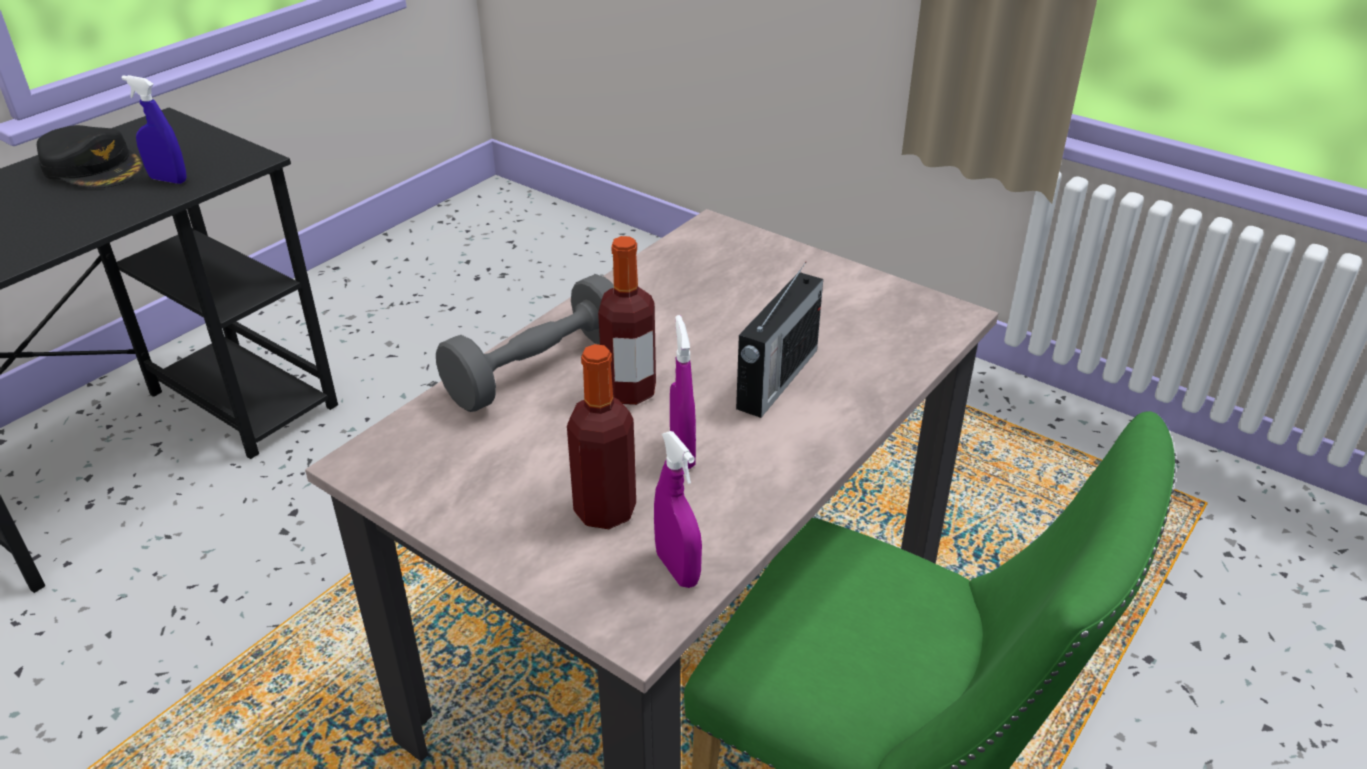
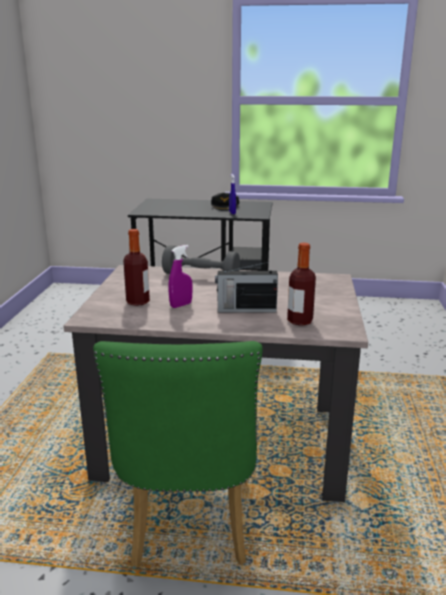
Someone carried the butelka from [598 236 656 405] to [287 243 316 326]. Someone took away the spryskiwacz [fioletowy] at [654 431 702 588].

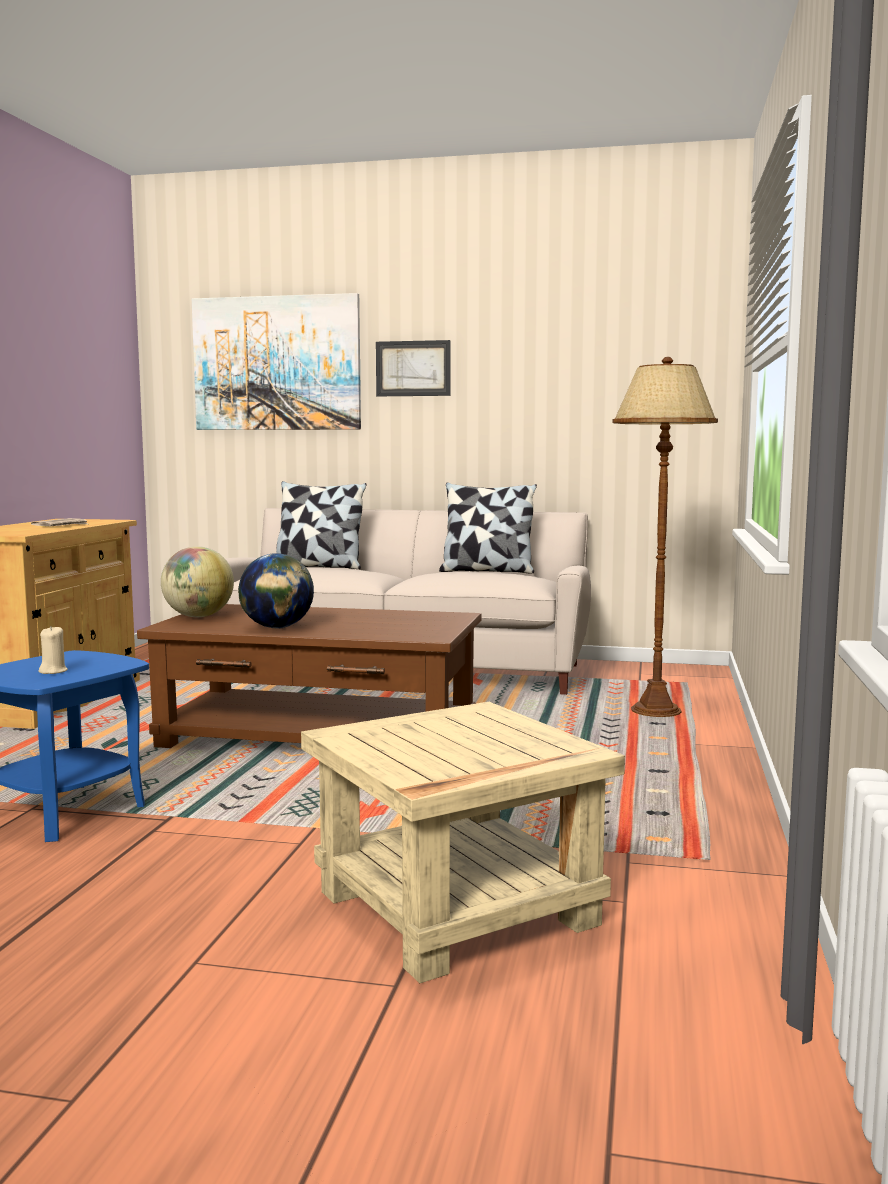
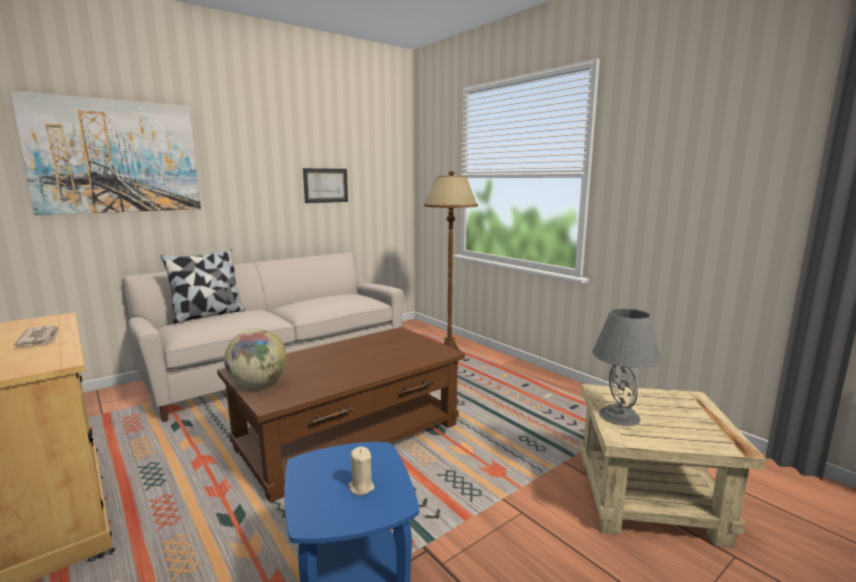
Someone carried the obraz from [376 340 451 396] to [303 168 348 203]. Someone took away the poduszka at [439 482 537 574]. Someone took away the globus at [238 553 314 629]. Someone put down the lampa stołowa [szary] at [592 308 661 426].

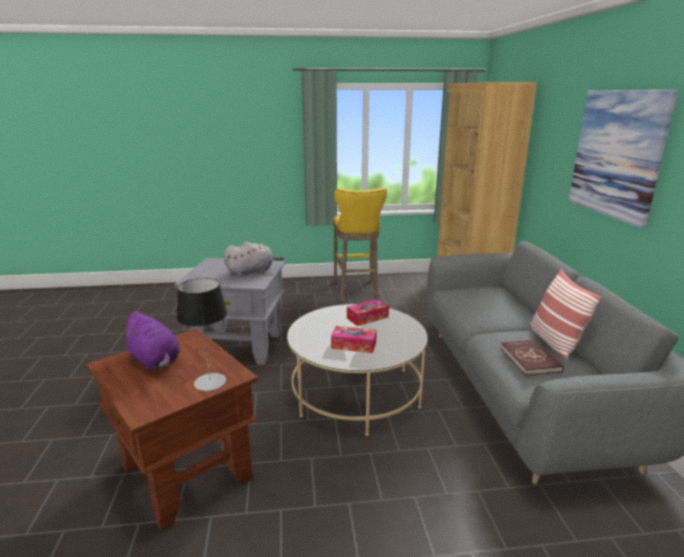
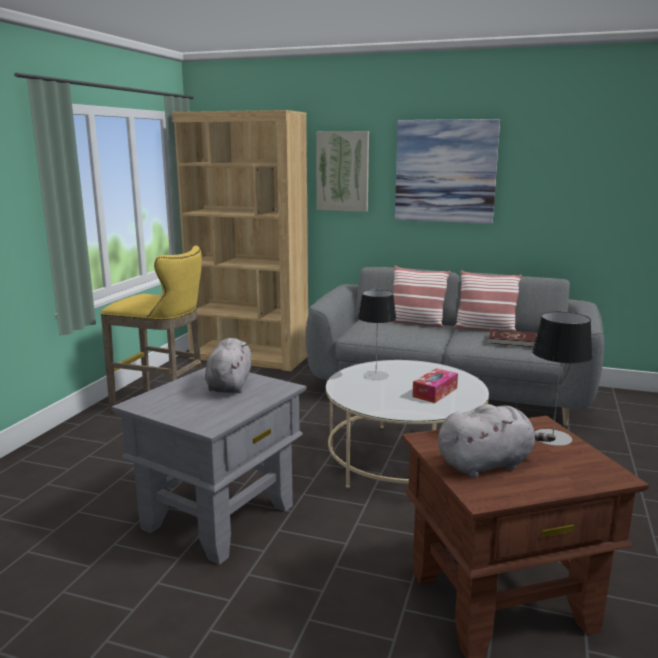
Someone swapped the pudełko chusteczek at [347 299 389 326] for the lampa stołowa at [358 290 396 380]. Someone repainted the pluszak [fioletowy] at [121 311 180 370], which became the pluszak [szary] at [438 404 556 478]. Someone put up the obraz at [316 131 369 212]. Someone put down the poduszka at [392 266 451 328].

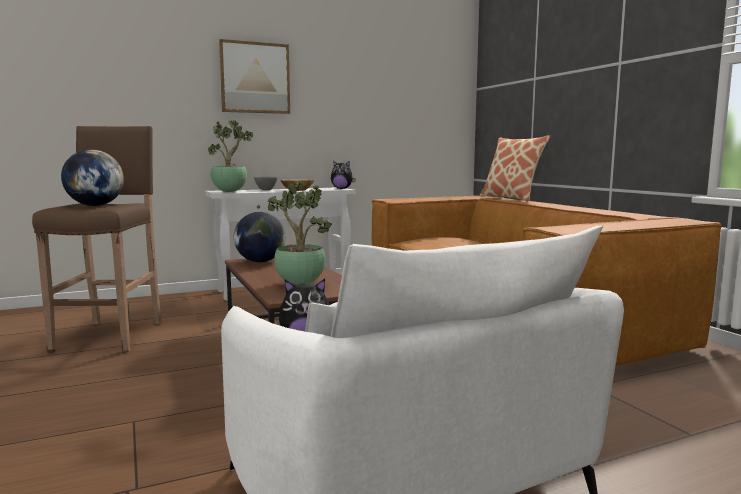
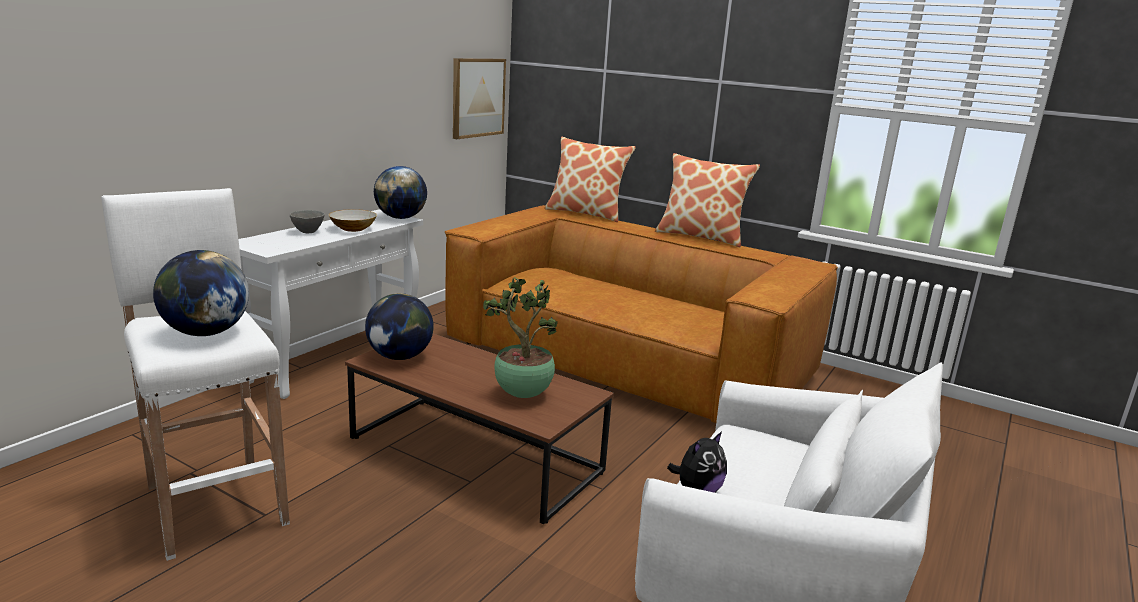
Someone carried the obraz from [219 39 290 114] to [453 58 506 139]. Someone took away the roślina doniczkowa at [208 120 253 192]. Someone repainted the stołek [brązowy] at [32 126 162 353], which became the stołek [biały] at [101 188 290 561]. Someone swapped the pluszak at [331 160 356 189] for the globus at [374 166 427 219]. Someone put down the poduszka at [655 153 760 247].

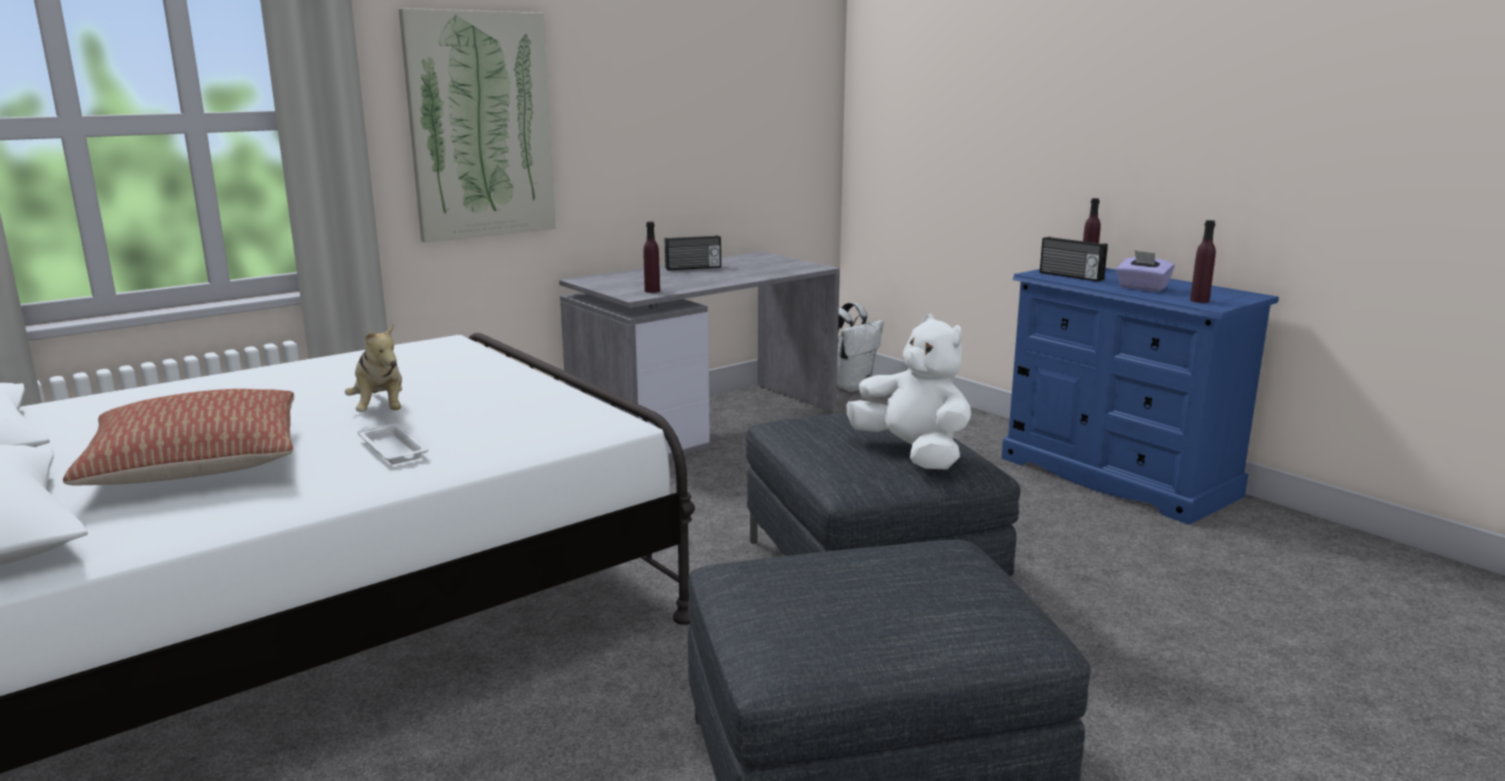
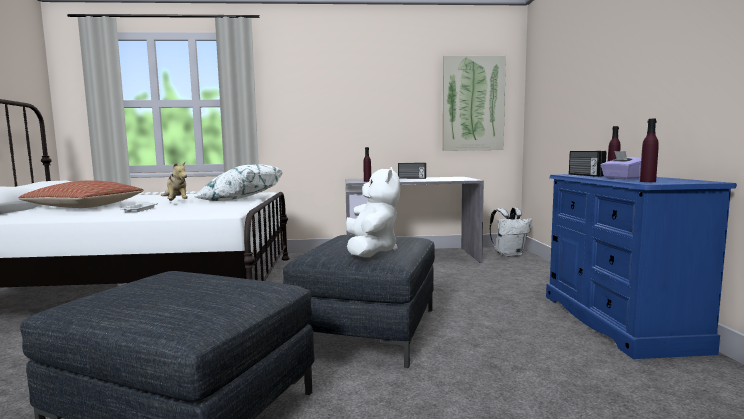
Someone carried the obraz from [398 8 556 243] to [443 55 506 151]. Someone rotated the pluszak at [345 323 402 412] by 45 degrees counterclockwise. Someone put down the poduszka [biały] at [194 164 283 201].

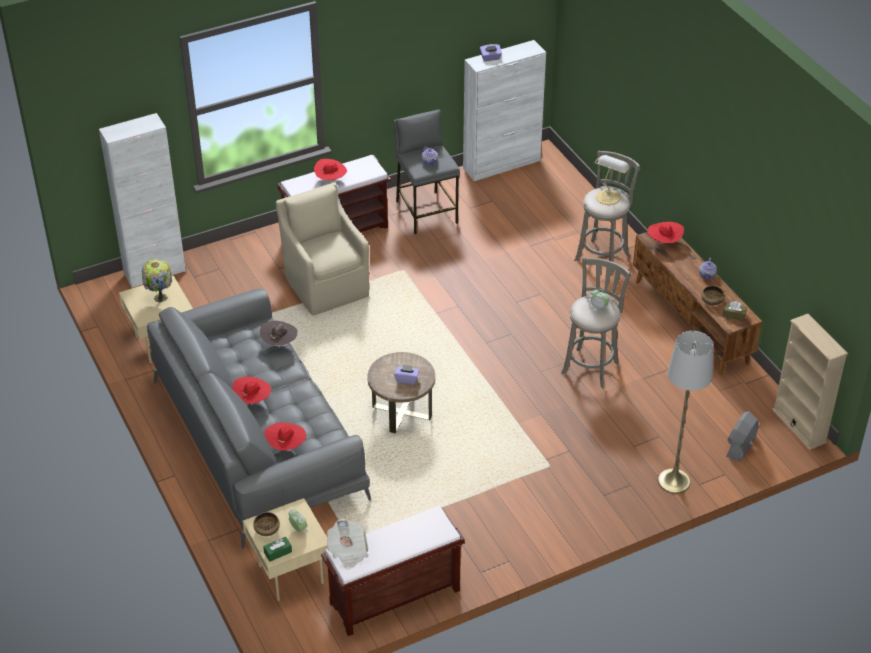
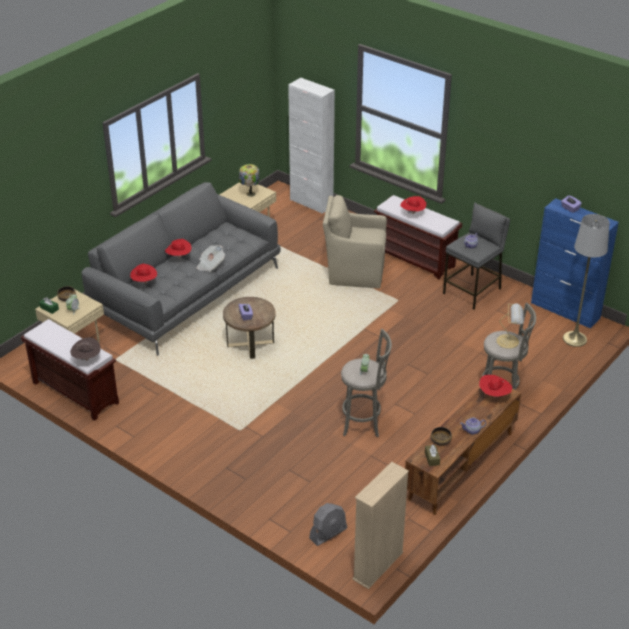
Someone repainted the szafka [biały] at [463 40 546 181], which became the szafka [niebieski] at [531 198 619 329]. Someone rotated the fotel [beżowy] at [276 183 369 316] by 120 degrees counterclockwise. Someone carried the kapelusz [brązowy] from [260 321 298 347] to [70 337 101 361]. Someone carried the lampa stojąca [szary] from [658 331 713 494] to [563 214 610 347]. Someone rotated the wentylator [szary] at [726 412 758 462] by 135 degrees clockwise. Someone carried the gazeta from [327 519 369 570] to [197 245 225 272].

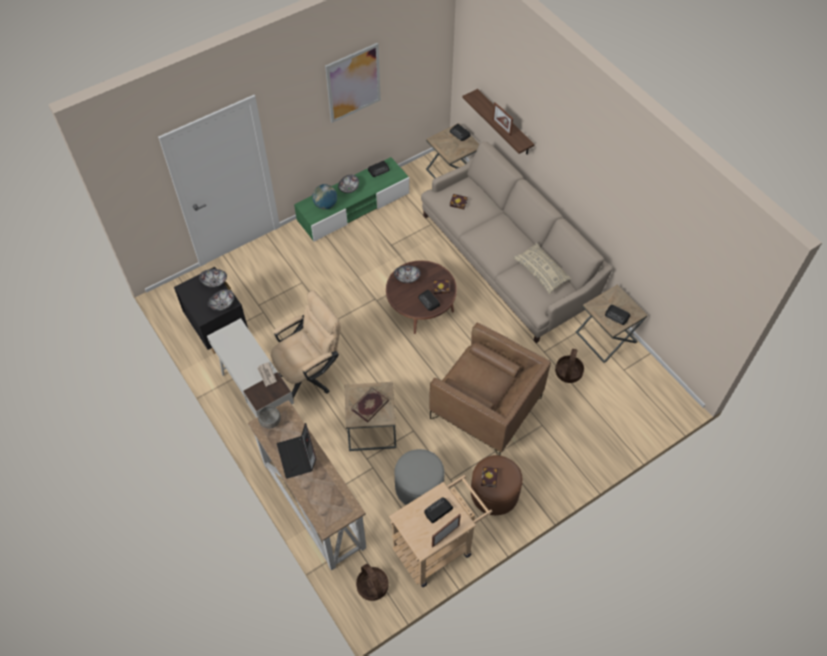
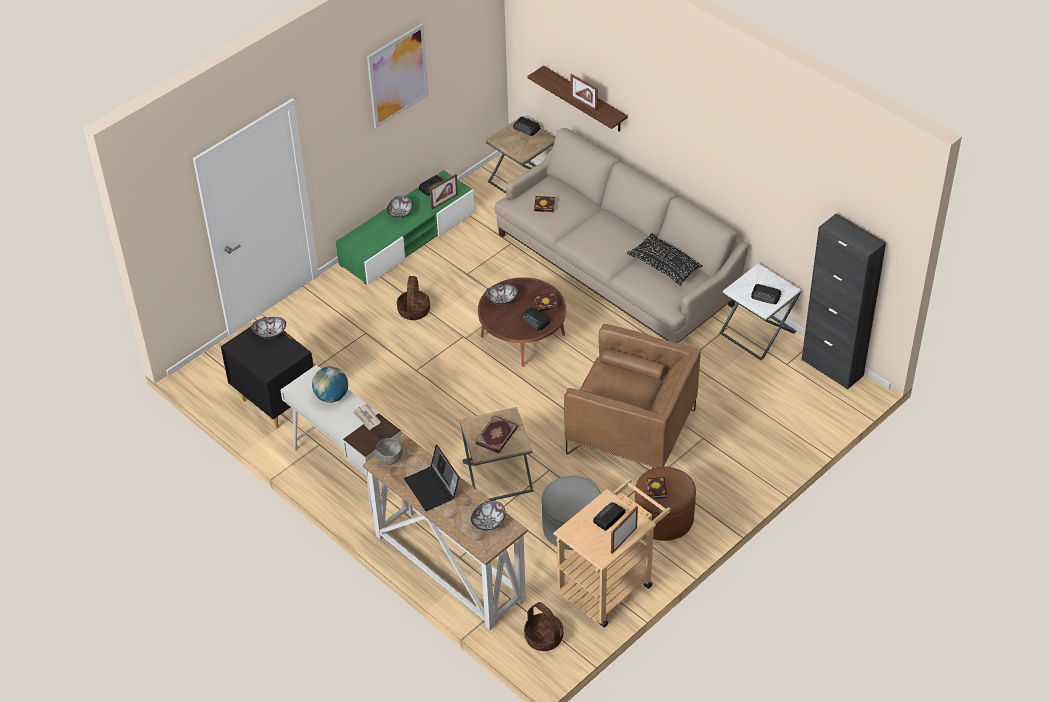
Someone carried the globus from [312 184 337 210] to [312 366 348 403]. Someone repainted the poduszka [beżowy] at [513 243 571 294], which became the poduszka [czarny] at [627 233 703 286]. Someone repainted the stolik [brązowy] at [576 284 648 363], which became the stolik [biały] at [719 263 801 360]. Someone carried the miska from [208 289 234 311] to [471 500 506 531]. Someone took away the krzesło biurowe [beżowy] at [271 290 341 401]. Someone carried the koszyk from [555 349 584 383] to [397 276 430 320]. Someone put down the ramka na zdjęcie at [430 174 458 210]. Someone put down the szafka [czarny] at [802 213 886 390].

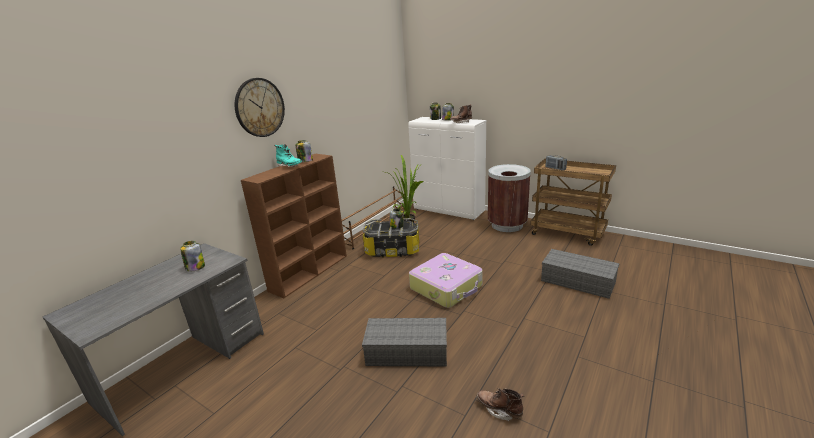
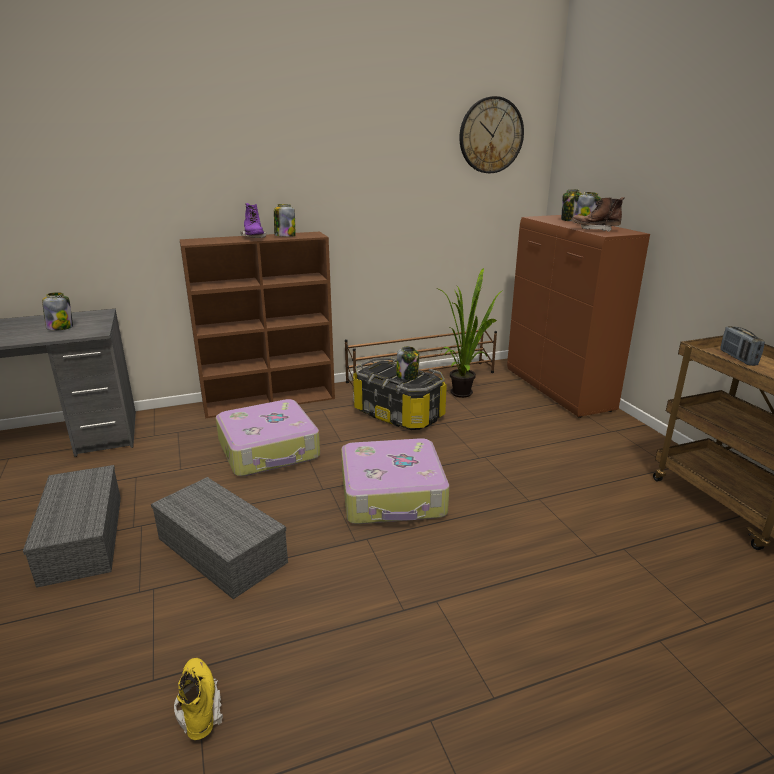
Someone carried the zegar ścienny from [235 78 285 137] to [459 96 524 173]. Someone repainted the szafka [biały] at [408 117 486 220], which became the szafka [brązowy] at [507 215 650 418]. Someone repainted the but z cholewką [turkusowy] at [274 144 302 167], which became the but z cholewką [fioletowy] at [241 203 266 238]. Someone took away the kosz na śmieci [brązowy] at [488 164 531 232]. Someone carried the pojemnik do przechowywania [szary] from [541 249 620 299] to [23 465 121 588]. Someone repainted the but z cholewką [brązowy] at [476 388 524 421], which became the but z cholewką [żółty] at [174 658 223 740]. Someone put down the walizka at [216 399 320 476].

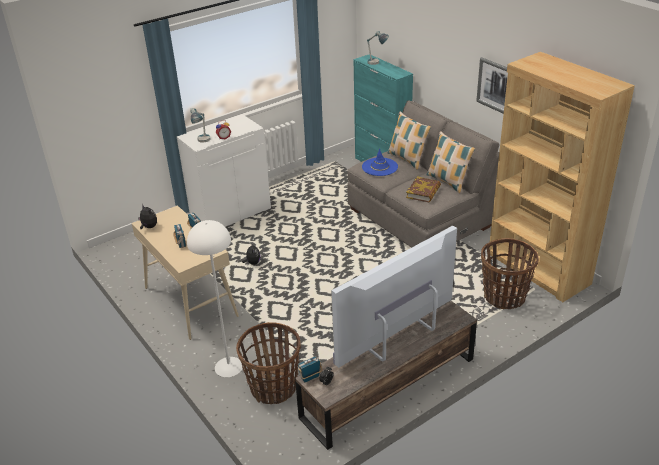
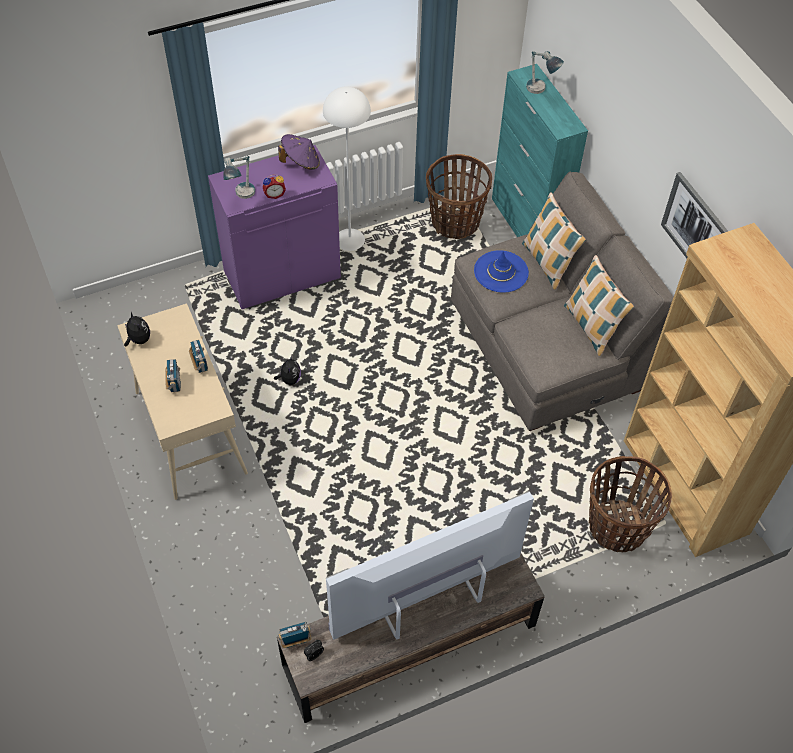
Someone repainted the szafka [biały] at [177 114 271 227], which became the szafka [fioletowy] at [208 145 341 309]. Someone took away the książka at [406 176 441 202]. Someone carried the lampa stojąca [biały] from [187 220 243 377] to [323 86 371 251]. Someone carried the koszyk from [236 322 301 404] to [426 154 492 239]. Someone put down the kapelusz [fioletowy] at [278 134 320 170].

